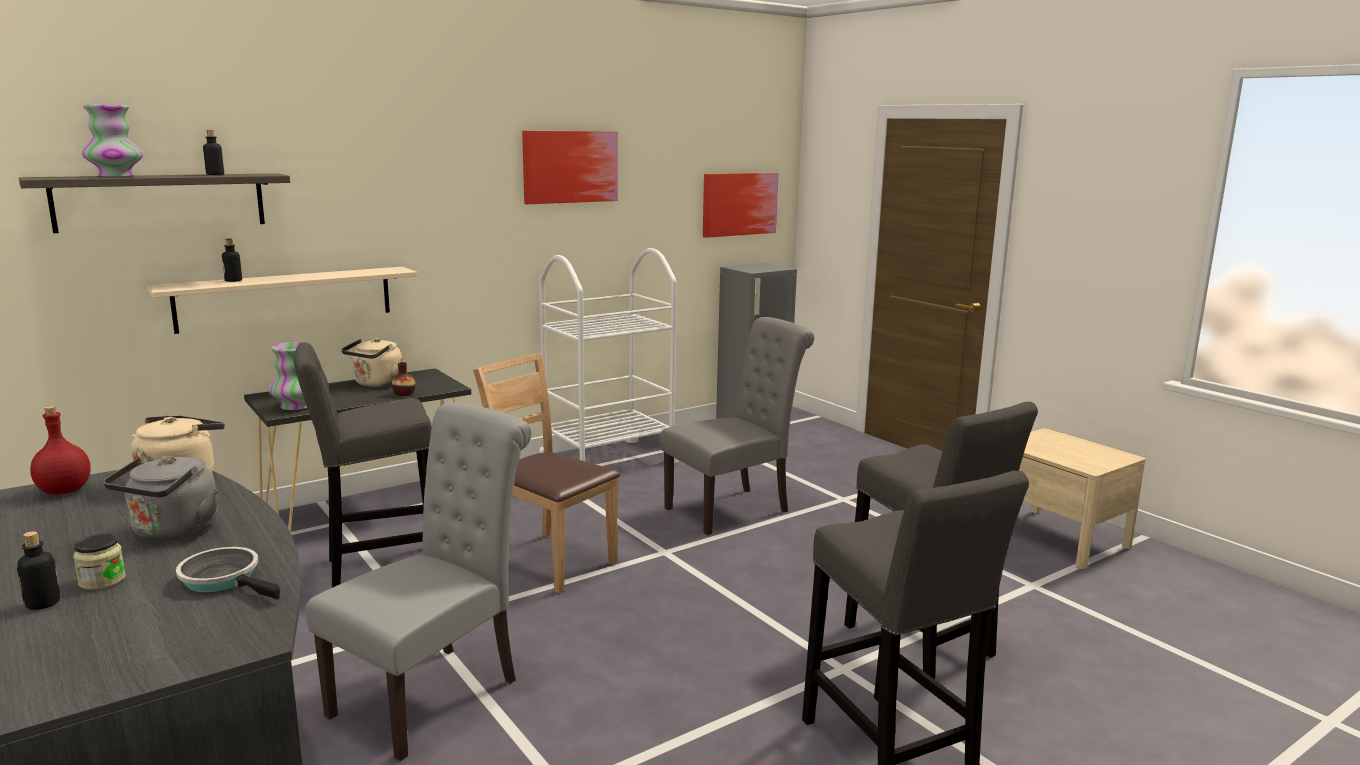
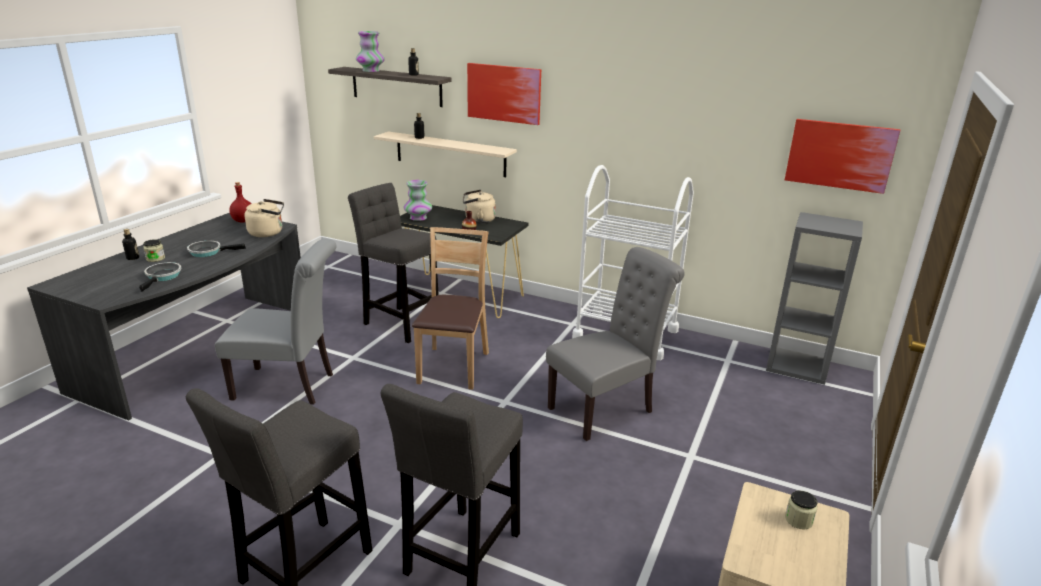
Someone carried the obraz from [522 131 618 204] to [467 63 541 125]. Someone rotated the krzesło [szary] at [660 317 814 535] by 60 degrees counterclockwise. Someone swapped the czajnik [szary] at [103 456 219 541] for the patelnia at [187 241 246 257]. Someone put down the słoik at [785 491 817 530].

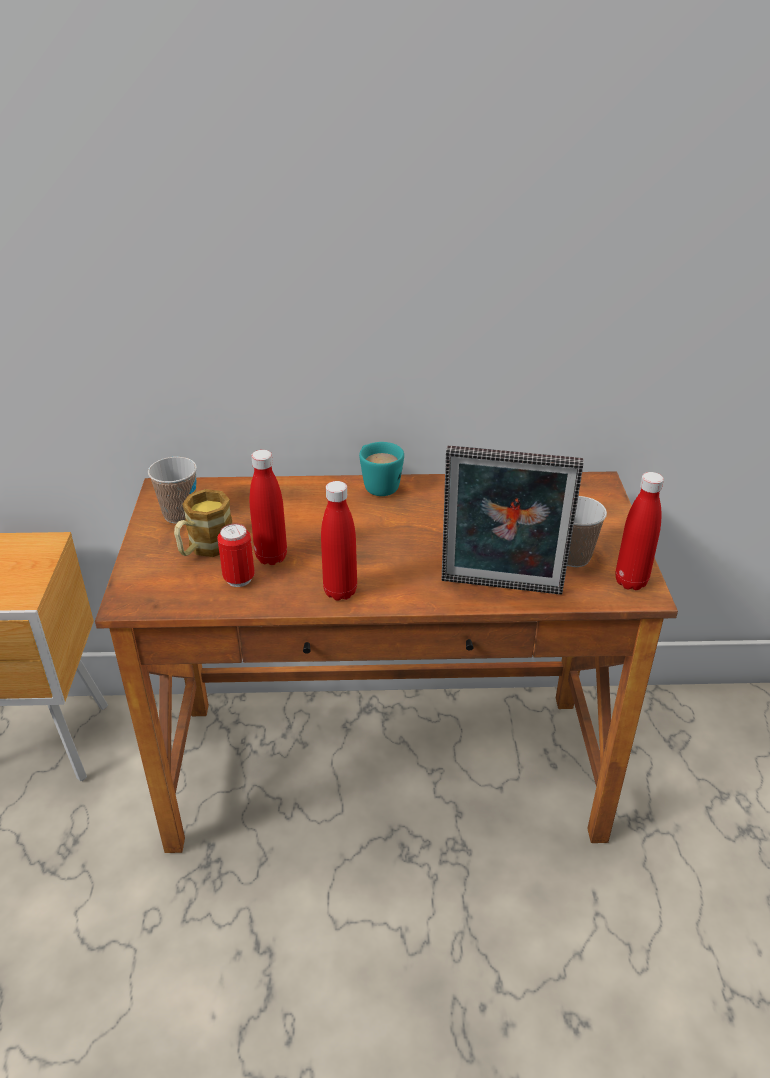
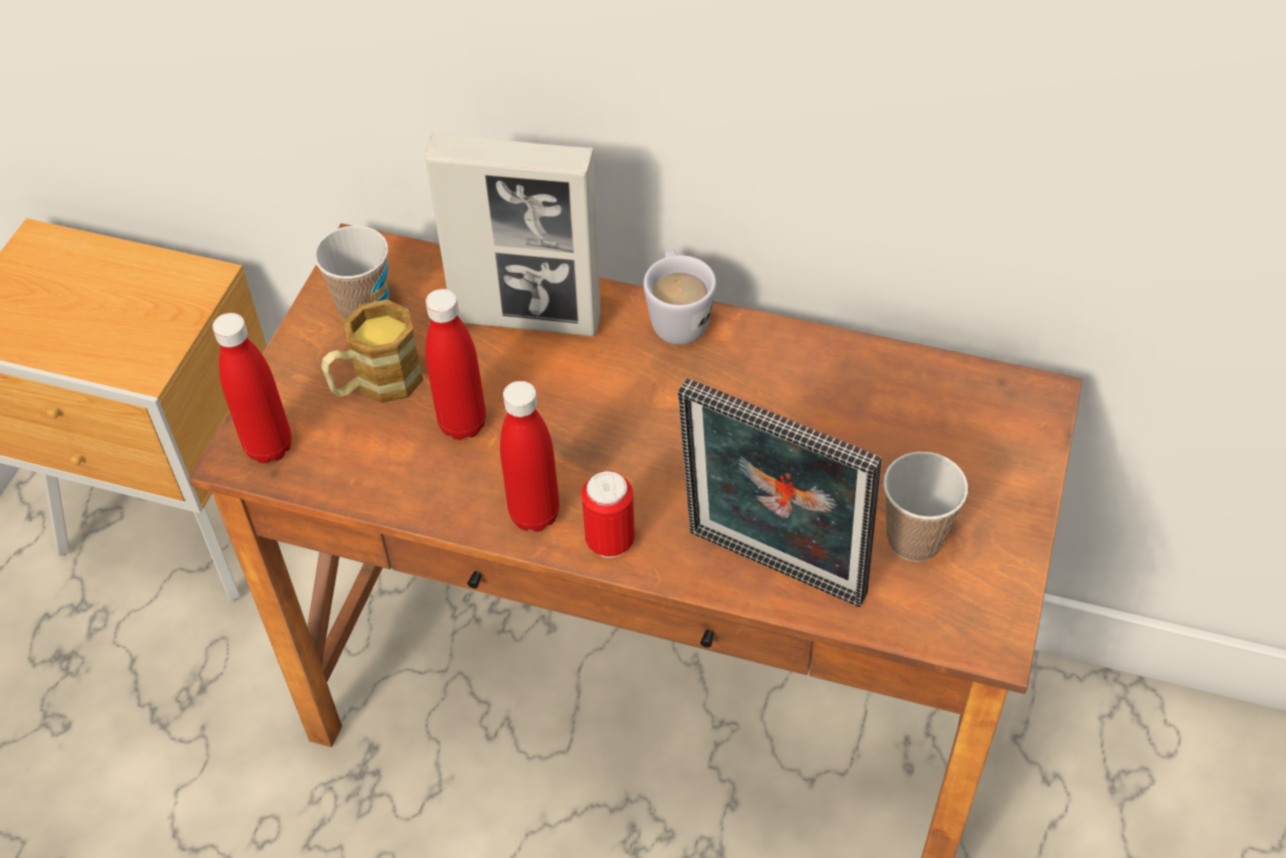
Someone repainted the kubek [turkusowy] at [359 442 404 496], which became the kubek [biały] at [643 250 716 345]. Someone carried the butelka [czerwony] from [615 472 664 590] to [212 313 292 463]. Someone carried the puszka from [217 523 255 587] to [581 470 635 558]. Someone put down the ramka na zdjęcie at [425 133 601 336].

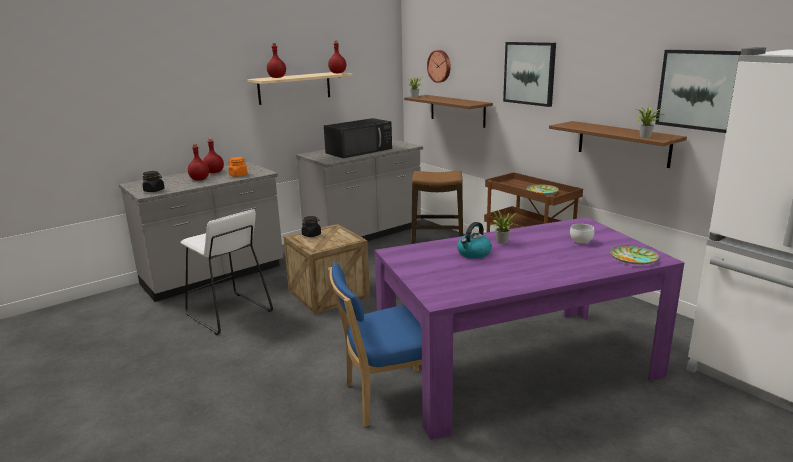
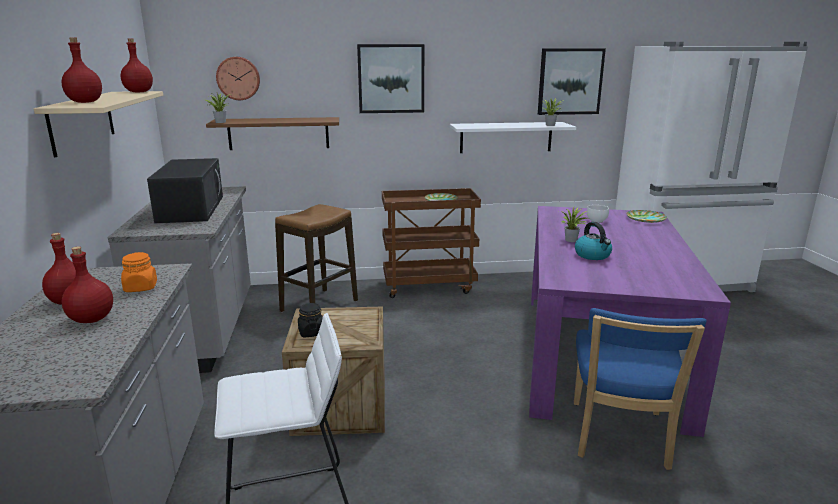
Someone repainted the półka [brązowy] at [549 121 687 168], which became the półka [biały] at [450 122 576 153]. Someone took away the słoik [czarny] at [142 171 165 192].

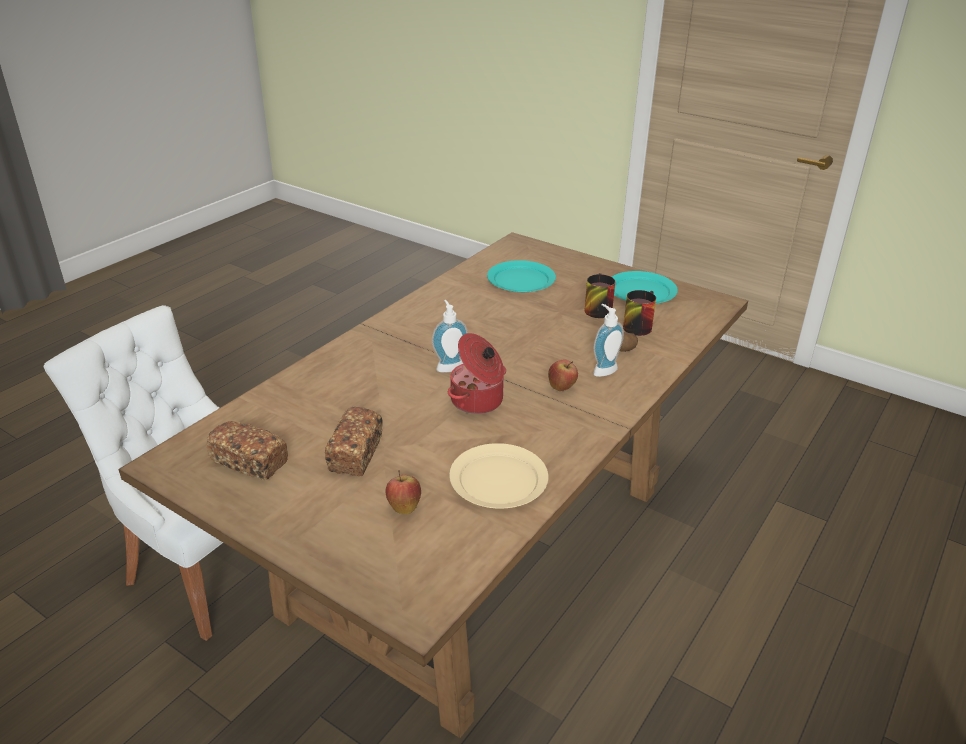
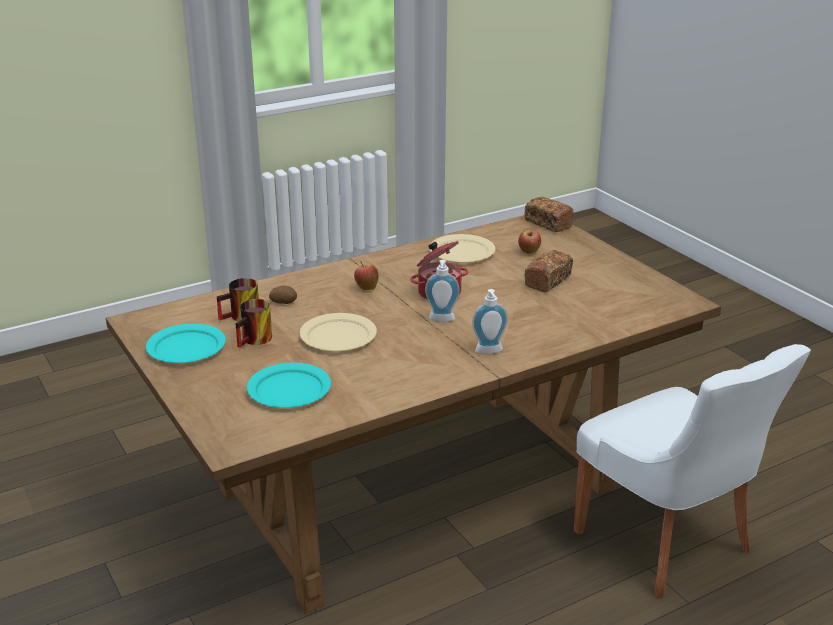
Someone carried the dozownik mydła from [593 304 624 377] to [472 289 508 354]. Someone carried the chleb from [206 421 288 480] to [524 197 574 232]. Someone put down the talerz [beżowy] at [300 313 377 351].

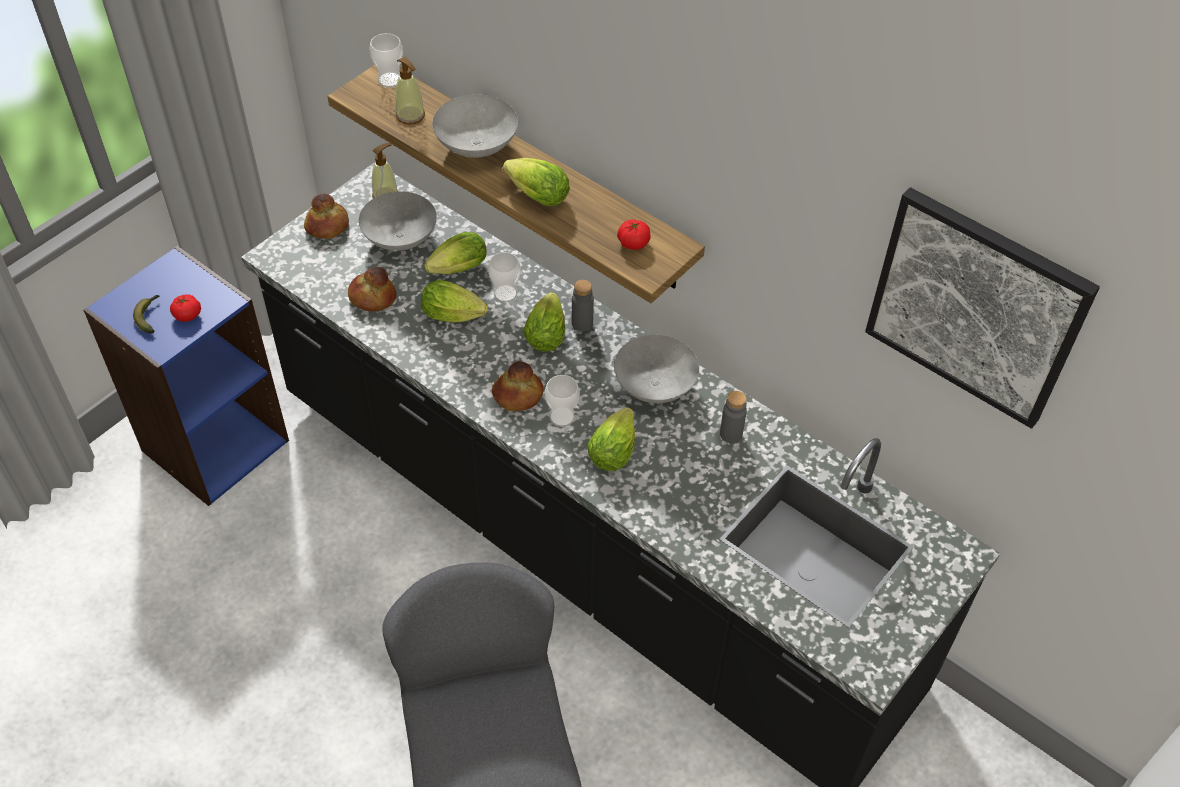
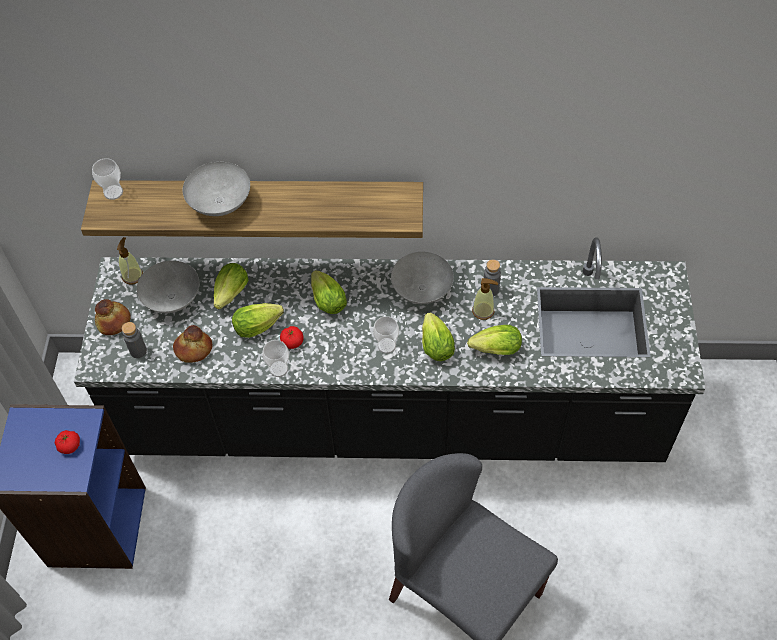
Someone carried the dozownik mydła from [396 57 425 125] to [472 278 498 320]. Someone carried the sałata from [503 158 570 206] to [467 325 522 355]. Someone took away the obraz at [865 187 1100 429]. Someone carried the pomidor from [617 219 651 250] to [280 326 304 349]. Someone carried the filiżanka from [488 252 521 302] to [262 340 289 377]. Someone carried the butelka [szary] from [572 280 594 331] to [122 322 147 358]. Someone took away the banan at [133 295 159 333]. Someone took away the chleb at [492 361 544 411].

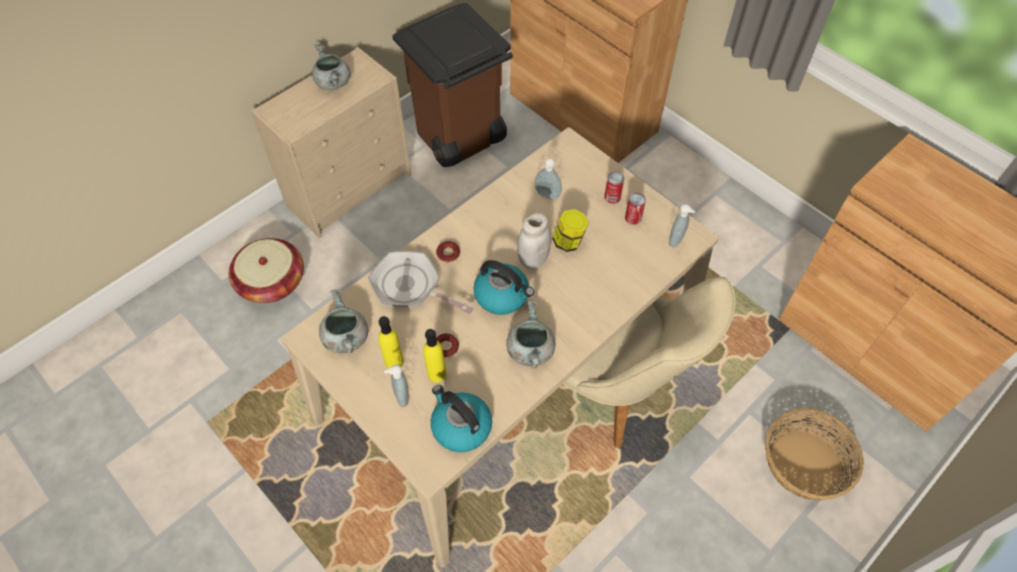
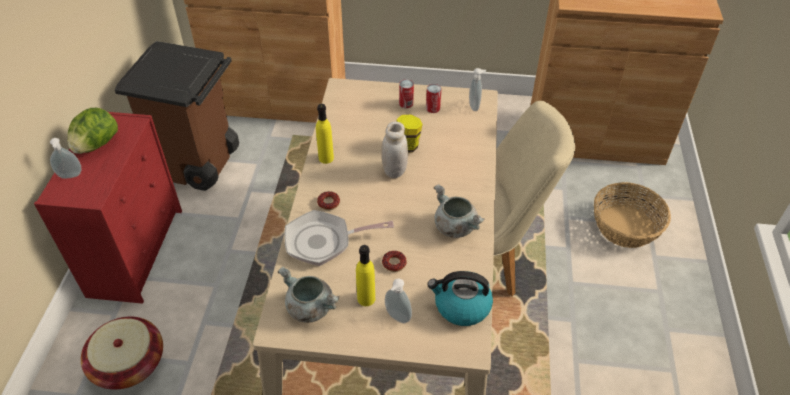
Someone swapped the garnek [szary] at [312 43 350 90] for the sałata at [68 108 118 154]. Someone repainted the komoda [beżowy] at [250 47 411 238], which became the komoda [czerwony] at [34 112 182 304]. Someone carried the dozownik mydła from [535 158 562 200] to [50 138 82 179]. Someone took away the czajnik at [473 260 534 315]. Someone carried the butelka [żółty] from [423 329 446 382] to [316 104 334 164].

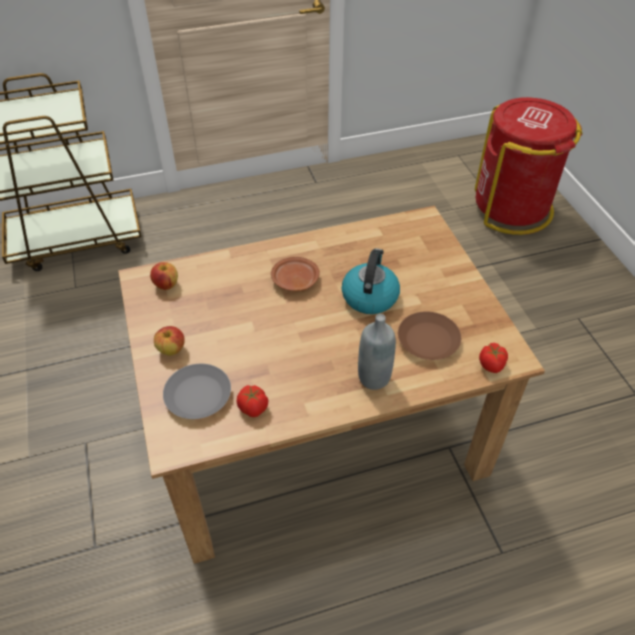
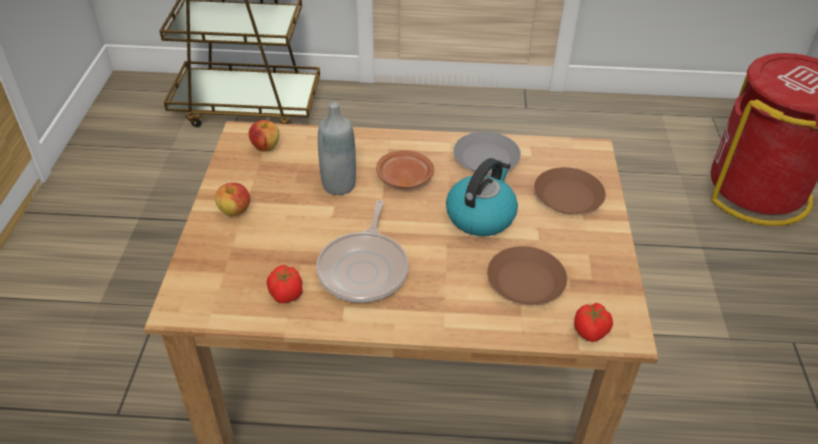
Someone carried the butelka [szary] from [358 314 396 390] to [318 102 356 195]. Someone carried the talerz [szary] from [163 364 231 419] to [453 132 521 174]. Someone put down the talerz [brązowy] at [534 167 606 214]. Someone put down the patelnia at [316 200 409 303].

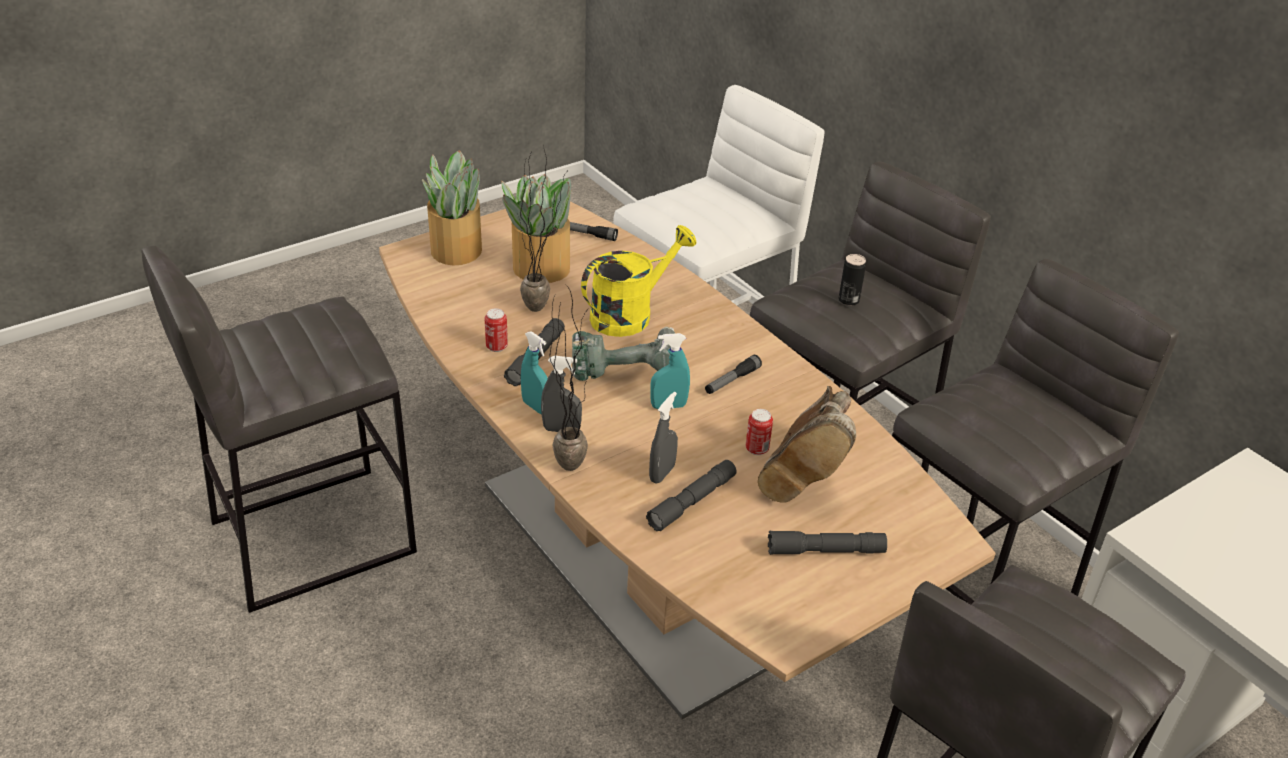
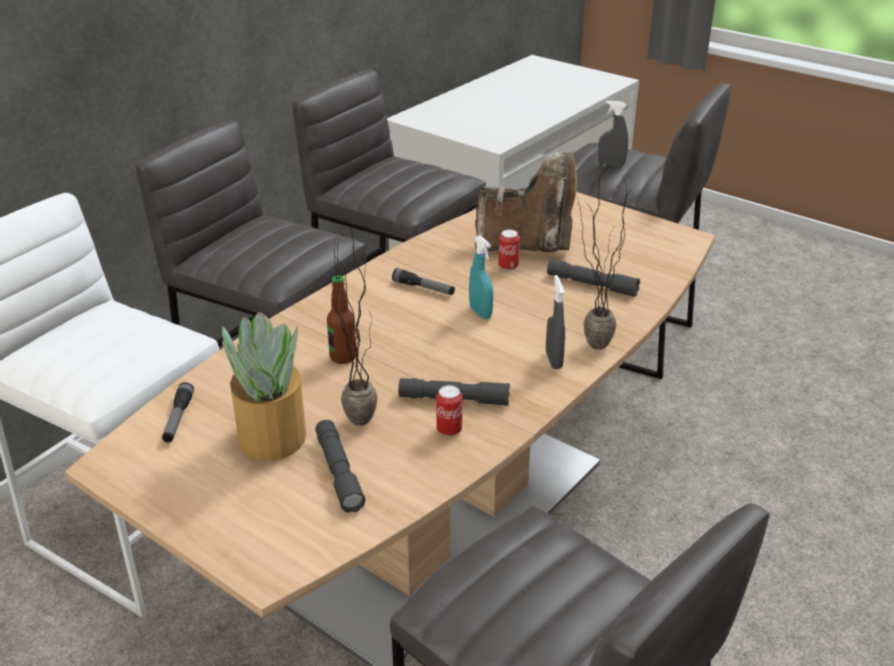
Someone took away the roślina doniczkowa at [422 151 482 266]. Someone swapped the konewka [żółty] at [581 225 696 337] for the butelka at [327 275 357 364]. Someone took away the puszka at [839 254 866 306]. Someone took away the wiertarka at [572 327 675 381]. Someone took away the spryskiwacz [turkusowy] at [521 331 548 414]. Someone carried the spryskiwacz [szary] from [649 392 678 484] to [598 100 629 166]. Someone carried the latarka [szary] from [768 531 887 555] to [315 420 366 513].

